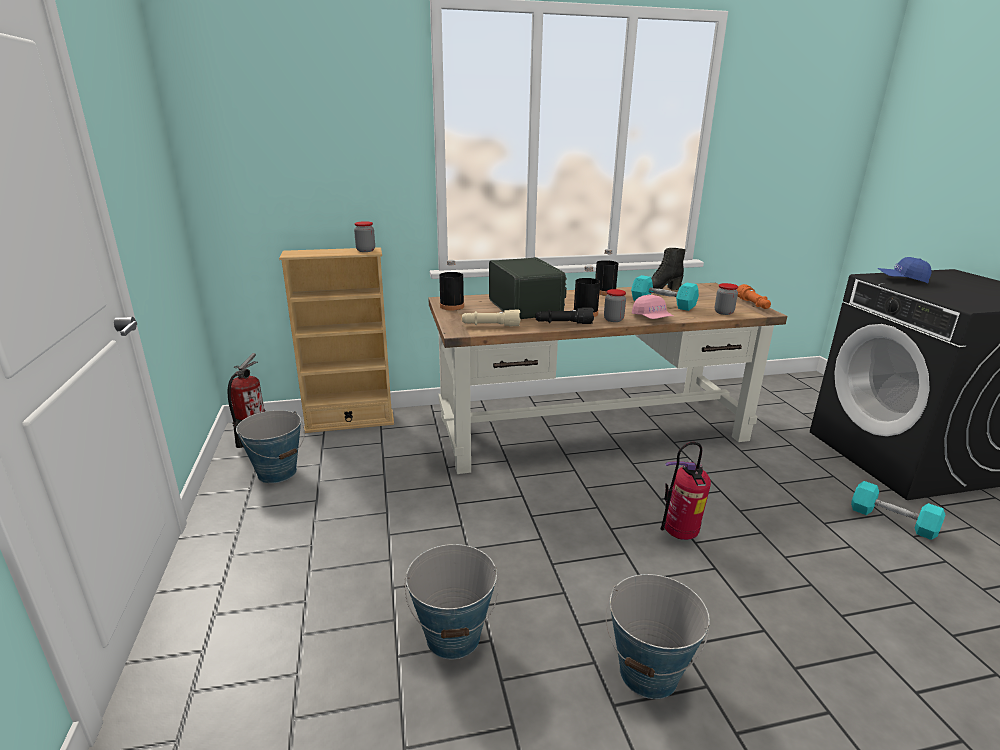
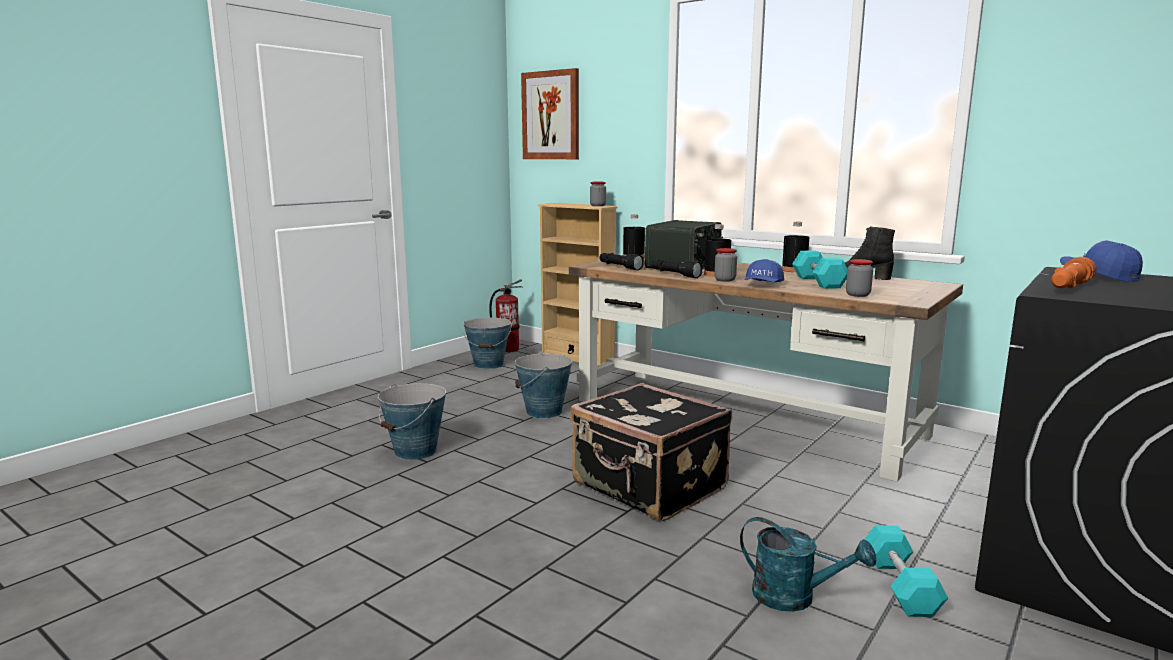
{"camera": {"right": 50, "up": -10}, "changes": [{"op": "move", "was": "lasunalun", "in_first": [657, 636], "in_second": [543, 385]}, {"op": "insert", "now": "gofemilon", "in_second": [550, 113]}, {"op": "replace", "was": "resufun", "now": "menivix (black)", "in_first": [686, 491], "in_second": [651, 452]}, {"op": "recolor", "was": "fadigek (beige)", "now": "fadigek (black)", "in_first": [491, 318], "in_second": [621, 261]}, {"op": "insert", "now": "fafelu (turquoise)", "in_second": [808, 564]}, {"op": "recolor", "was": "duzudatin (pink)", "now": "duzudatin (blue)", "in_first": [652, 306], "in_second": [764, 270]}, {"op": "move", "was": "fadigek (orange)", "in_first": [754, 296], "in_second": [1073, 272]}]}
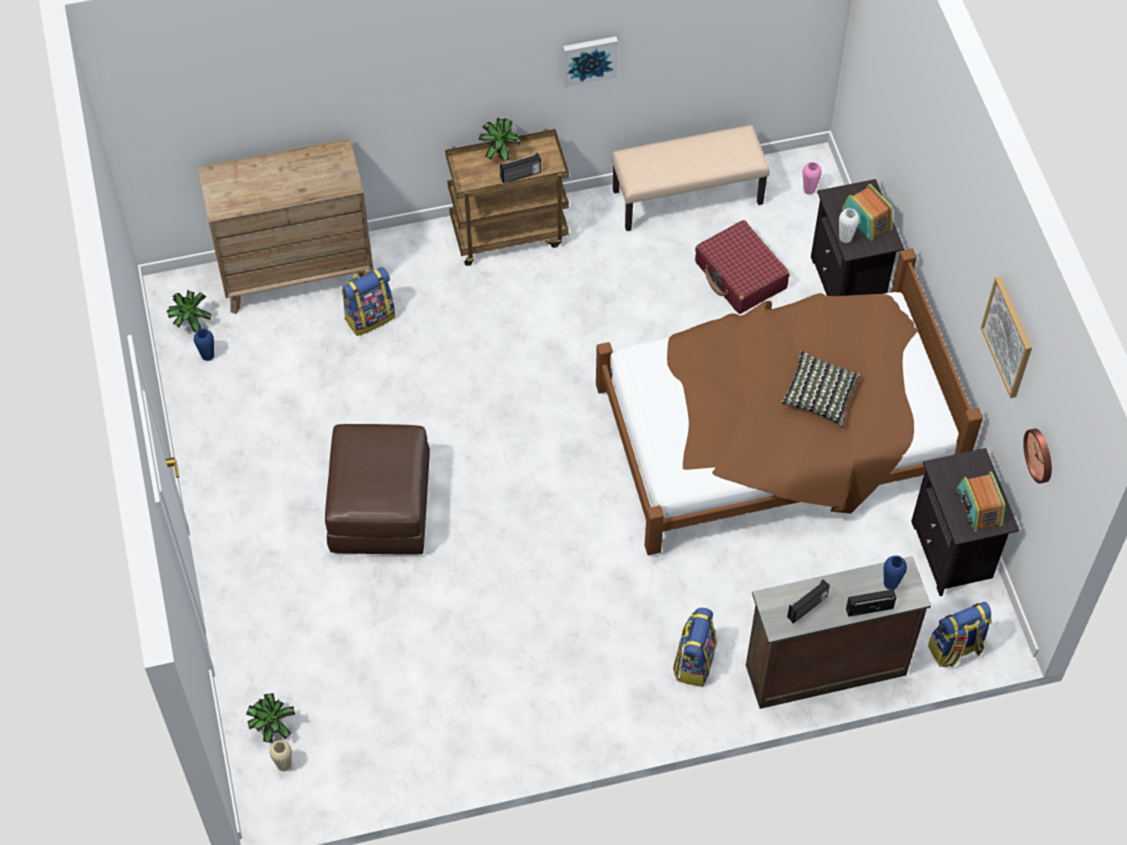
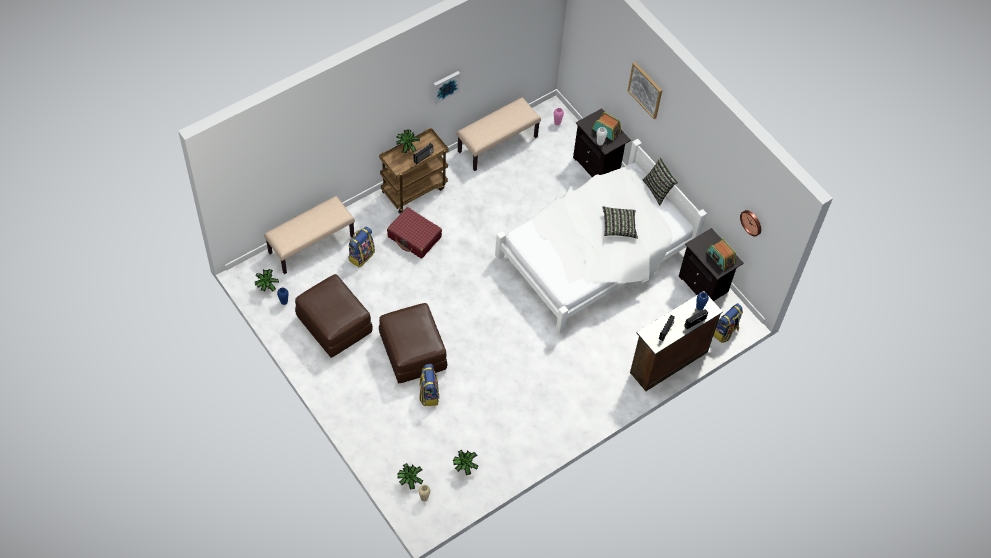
{"camera": {"right": -25, "up": 0}, "changes": [{"op": "replace", "was": "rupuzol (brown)", "now": "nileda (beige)", "in_first": [285, 226], "in_second": [309, 235]}, {"op": "insert", "now": "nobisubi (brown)", "in_second": [334, 316]}, {"op": "move", "was": "menivix (red)", "in_first": [742, 267], "in_second": [414, 233]}, {"op": "move", "was": "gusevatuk", "in_first": [695, 647], "in_second": [428, 385]}, {"op": "insert", "now": "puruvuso", "in_second": [465, 462]}, {"op": "recolor", "was": "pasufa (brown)", "now": "pasufa (white)", "in_first": [789, 401], "in_second": [601, 236]}, {"op": "move", "was": "gofemilon", "in_first": [1006, 337], "in_second": [645, 90]}, {"op": "insert", "now": "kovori", "in_second": [660, 182]}]}
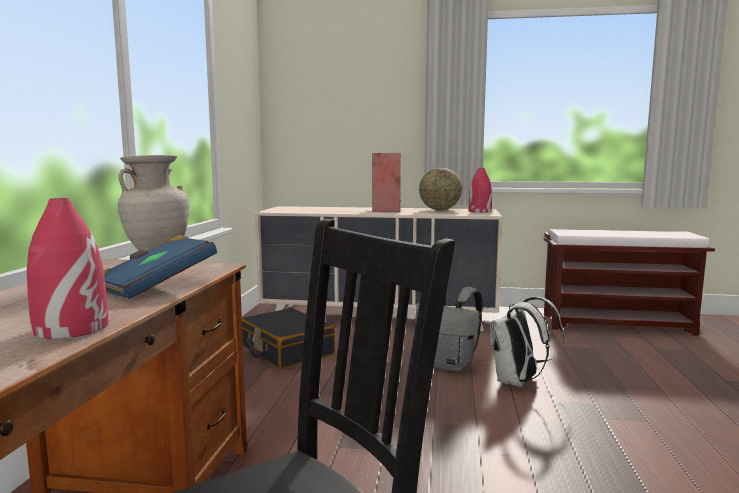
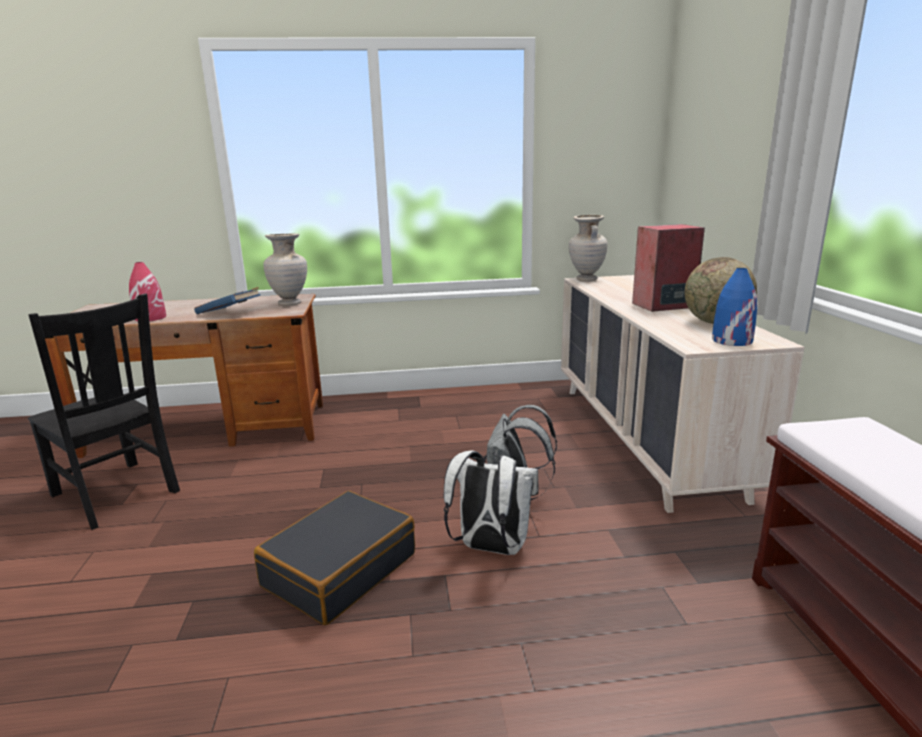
{"camera": {"right": 75, "up": 10}, "changes": [{"op": "move", "was": "menivix (black)", "in_first": [288, 338], "in_second": [334, 558]}, {"op": "insert", "now": "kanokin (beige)", "in_second": [588, 248]}, {"op": "recolor", "was": "kanokin (red)", "now": "kanokin (blue)", "in_first": [480, 190], "in_second": [734, 307]}]}
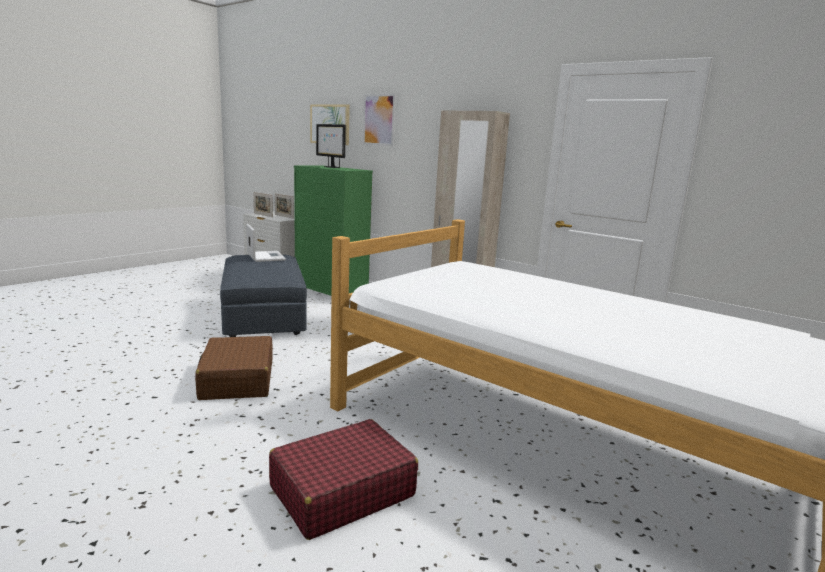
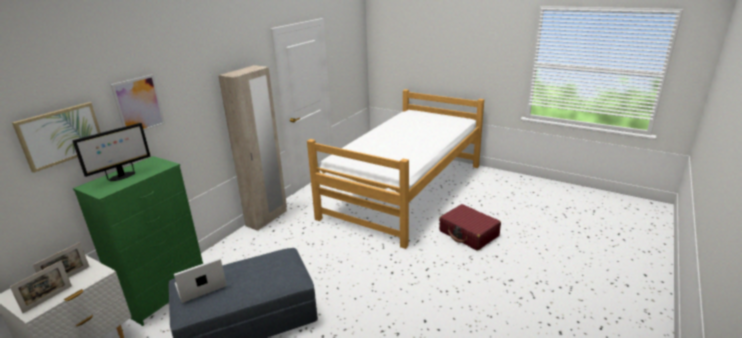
{"camera": {"right": -95, "up": 10}, "changes": [{"op": "delete", "was": "menivix (brown)", "in_first": [234, 368]}]}
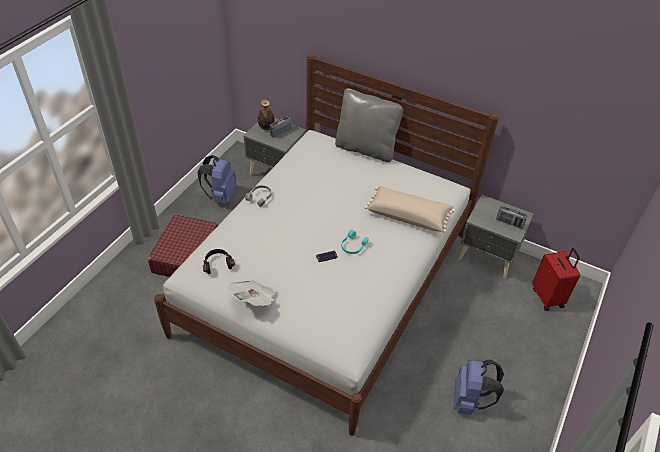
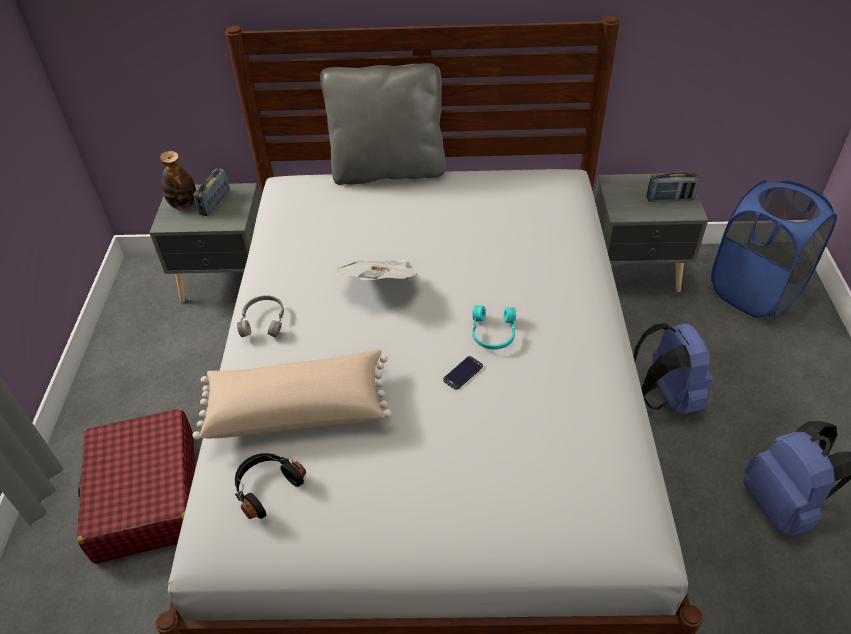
{"camera": {"right": -25, "up": 0}, "changes": [{"op": "move", "was": "kovori (beige)", "in_first": [409, 209], "in_second": [292, 394]}, {"op": "move", "was": "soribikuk", "in_first": [253, 293], "in_second": [377, 269]}, {"op": "move", "was": "gusevatuk (blue)", "in_first": [217, 179], "in_second": [673, 368]}, {"op": "replace", "was": "menivix (red)", "now": "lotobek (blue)", "in_first": [556, 279], "in_second": [774, 249]}]}
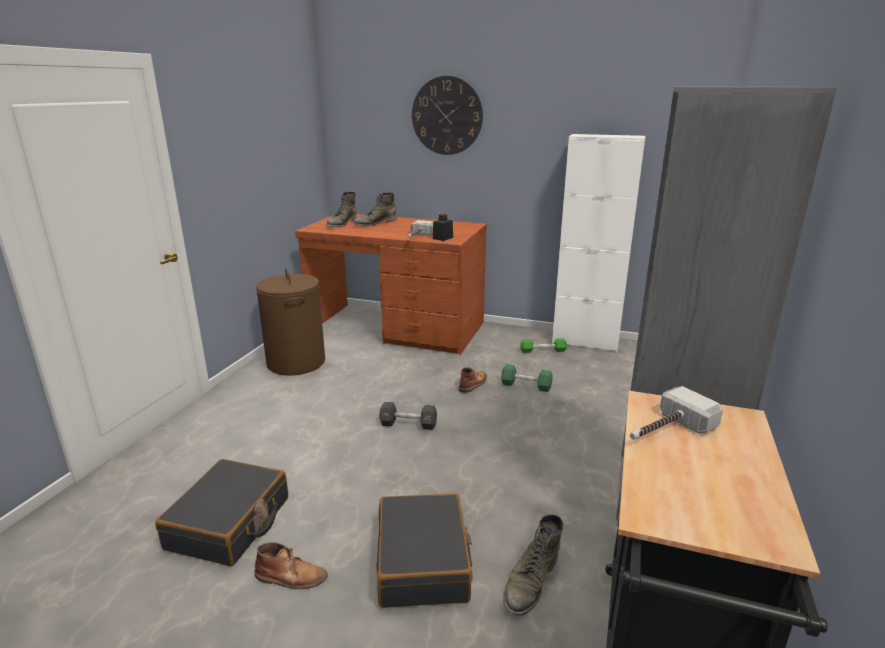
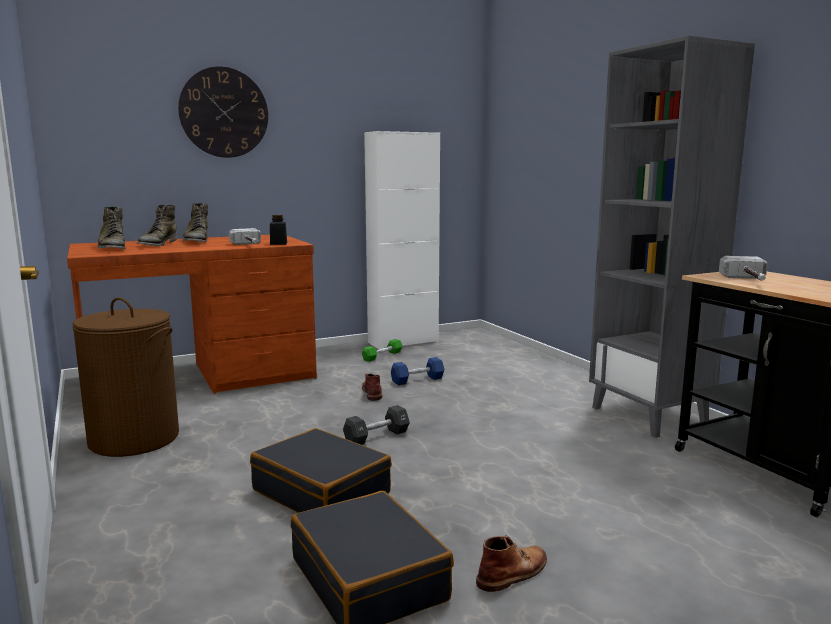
{"camera": {"right": -45, "up": -10}, "changes": [{"op": "move", "was": "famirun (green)", "in_first": [533, 565], "in_second": [195, 223]}, {"op": "move", "was": "menivix (black)", "in_first": [424, 550], "in_second": [321, 470]}, {"op": "recolor", "was": "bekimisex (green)", "now": "bekimisex (blue)", "in_first": [527, 378], "in_second": [417, 371]}]}
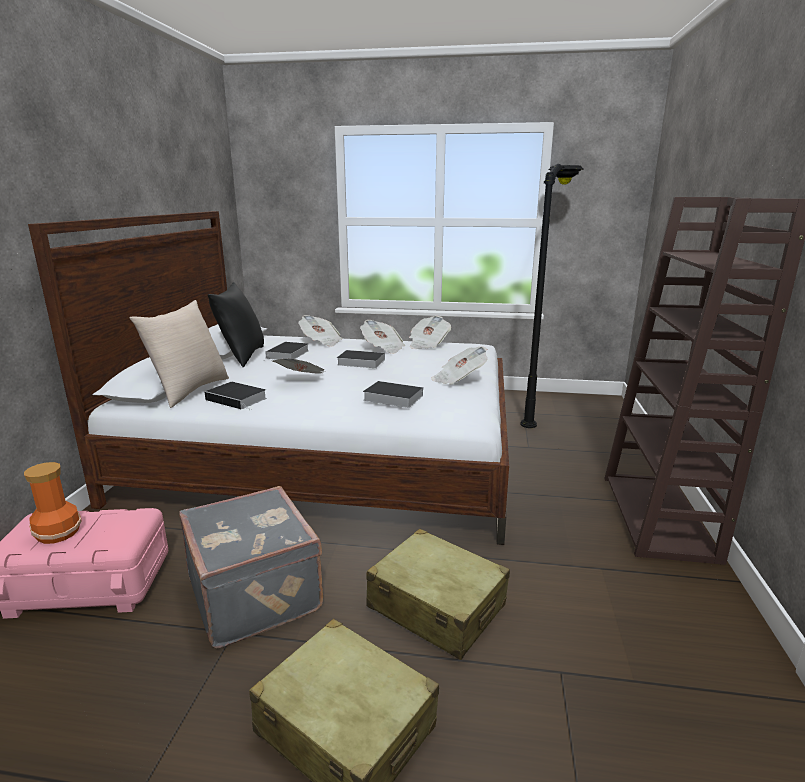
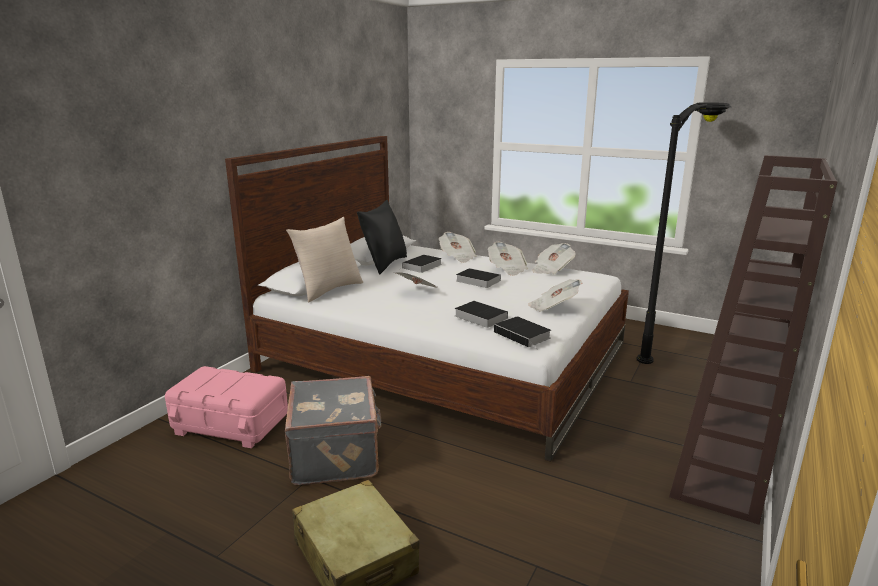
{"camera": {"right": 20, "up": 0}, "changes": [{"op": "move", "was": "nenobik", "in_first": [236, 396], "in_second": [522, 333]}, {"op": "delete", "was": "kanokin", "in_first": [53, 503]}, {"op": "delete", "was": "menivix (beige)", "in_first": [438, 594]}]}
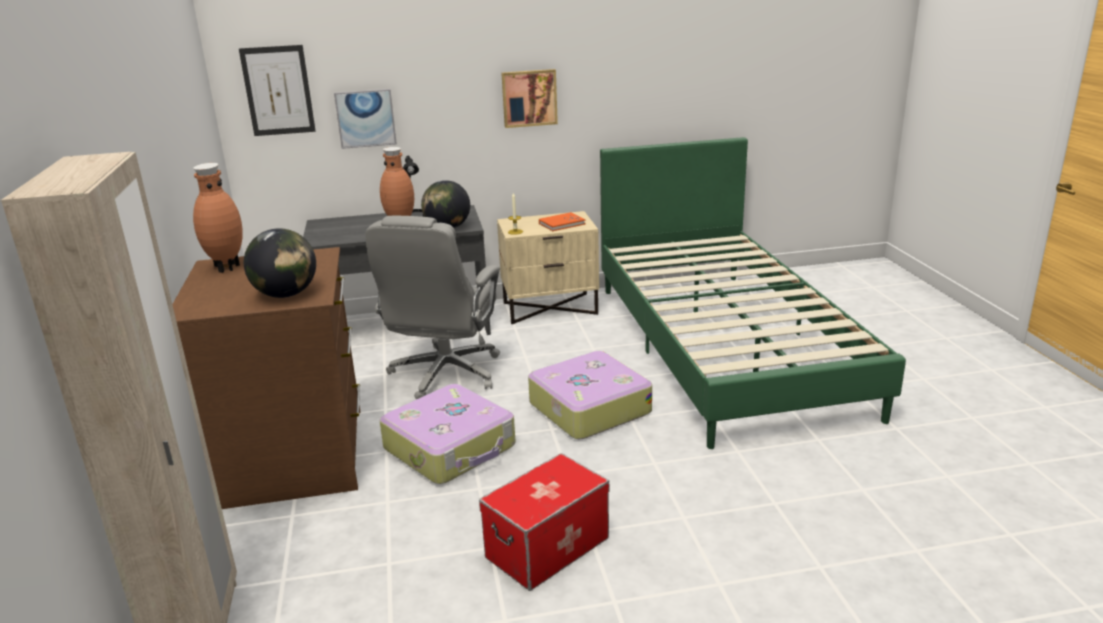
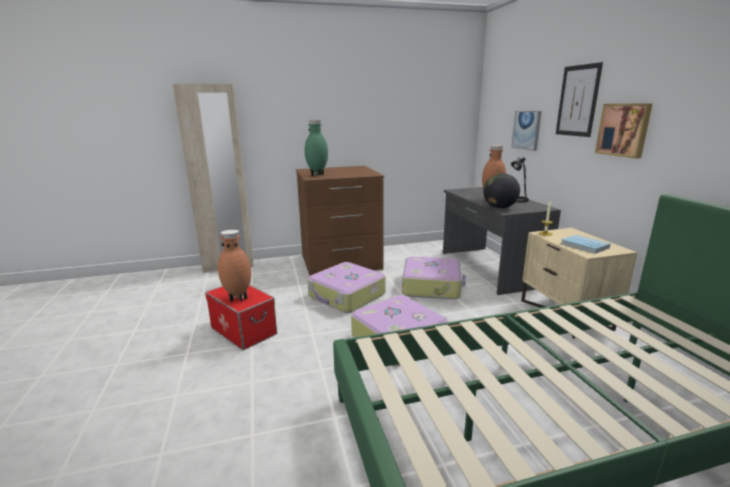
{"camera": {"right": 85, "up": -5}, "changes": [{"op": "move", "was": "kanokin (brown)", "in_first": [218, 218], "in_second": [234, 266]}, {"op": "replace", "was": "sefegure", "now": "kanokin (green)", "in_first": [280, 263], "in_second": [316, 148]}, {"op": "replace", "was": "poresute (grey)", "now": "menivix", "in_first": [432, 308], "in_second": [434, 277]}, {"op": "move", "was": "gofemilon", "in_first": [277, 90], "in_second": [579, 99]}, {"op": "recolor", "was": "nenobik (orange)", "now": "nenobik (blue)", "in_first": [562, 221], "in_second": [586, 244]}]}
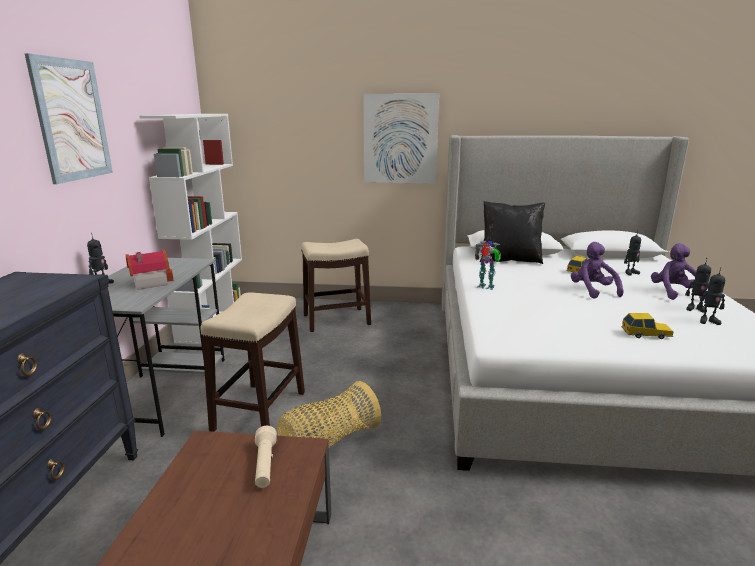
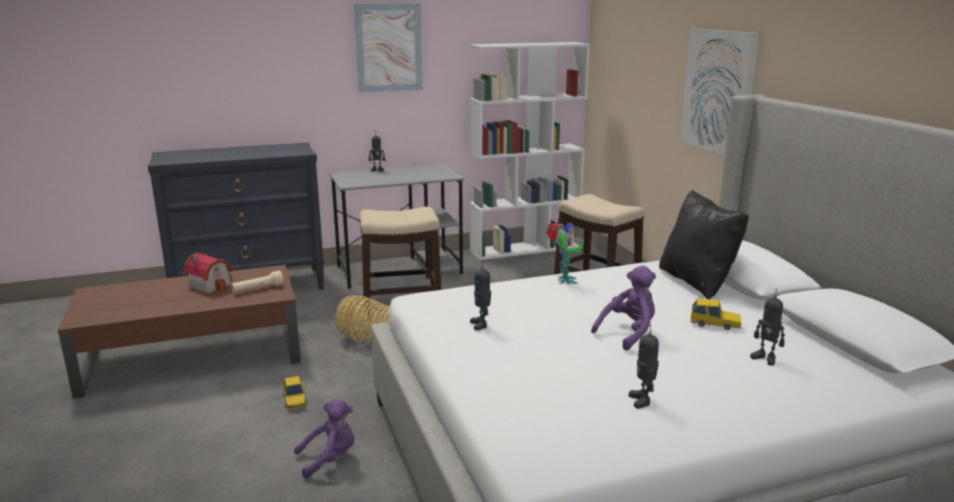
{"camera": {"right": 65, "up": 0}, "changes": [{"op": "move", "was": "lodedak", "in_first": [150, 270], "in_second": [208, 273]}, {"op": "move", "was": "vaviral", "in_first": [647, 326], "in_second": [295, 393]}, {"op": "move", "was": "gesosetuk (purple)", "in_first": [678, 272], "in_second": [324, 438]}, {"op": "move", "was": "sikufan", "in_first": [711, 296], "in_second": [480, 296]}]}
